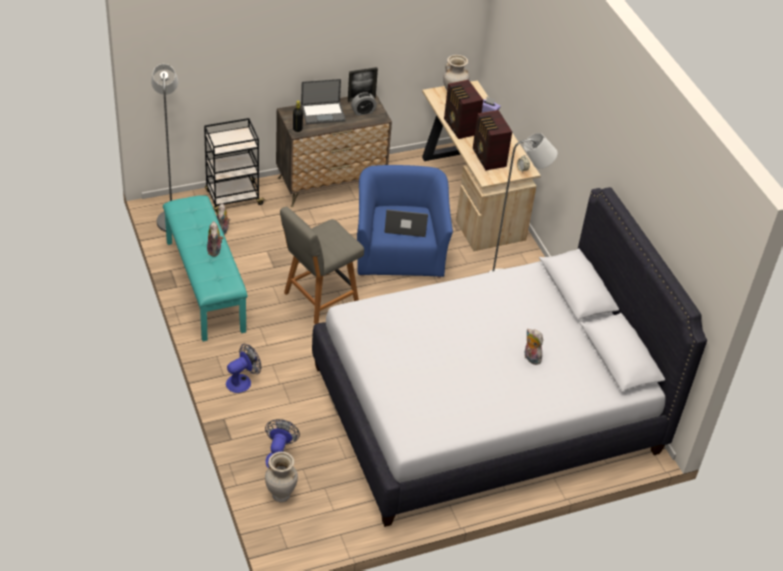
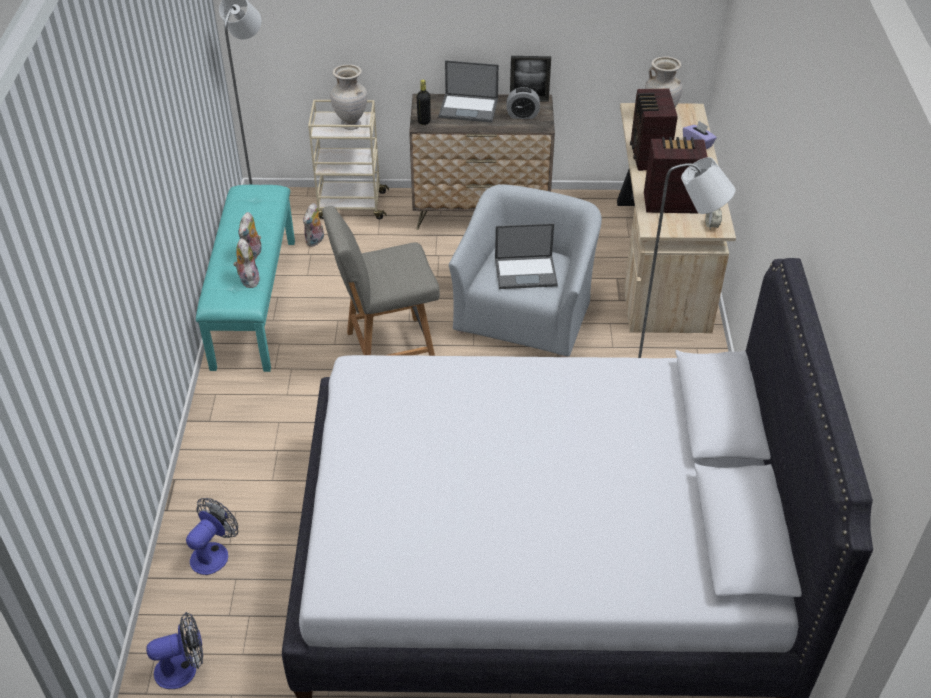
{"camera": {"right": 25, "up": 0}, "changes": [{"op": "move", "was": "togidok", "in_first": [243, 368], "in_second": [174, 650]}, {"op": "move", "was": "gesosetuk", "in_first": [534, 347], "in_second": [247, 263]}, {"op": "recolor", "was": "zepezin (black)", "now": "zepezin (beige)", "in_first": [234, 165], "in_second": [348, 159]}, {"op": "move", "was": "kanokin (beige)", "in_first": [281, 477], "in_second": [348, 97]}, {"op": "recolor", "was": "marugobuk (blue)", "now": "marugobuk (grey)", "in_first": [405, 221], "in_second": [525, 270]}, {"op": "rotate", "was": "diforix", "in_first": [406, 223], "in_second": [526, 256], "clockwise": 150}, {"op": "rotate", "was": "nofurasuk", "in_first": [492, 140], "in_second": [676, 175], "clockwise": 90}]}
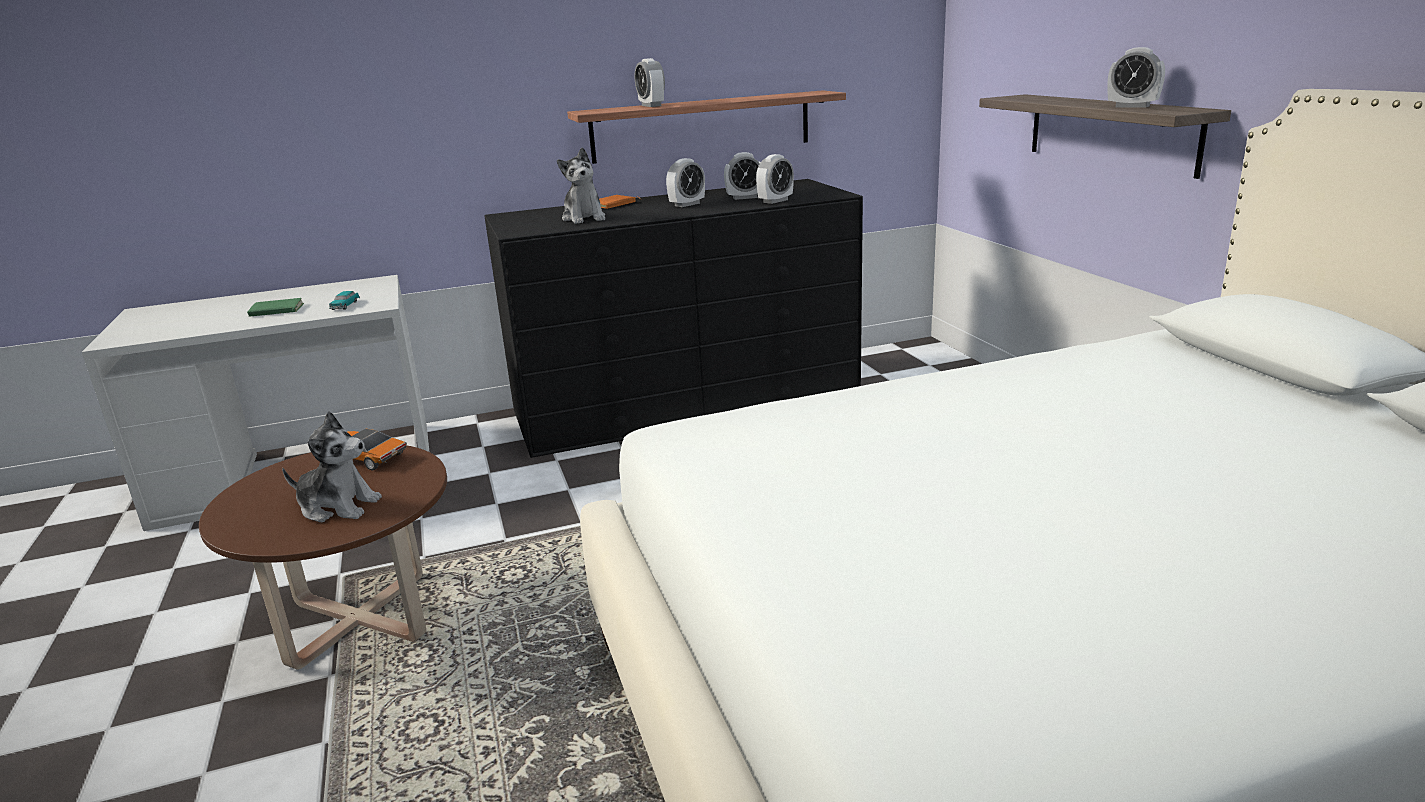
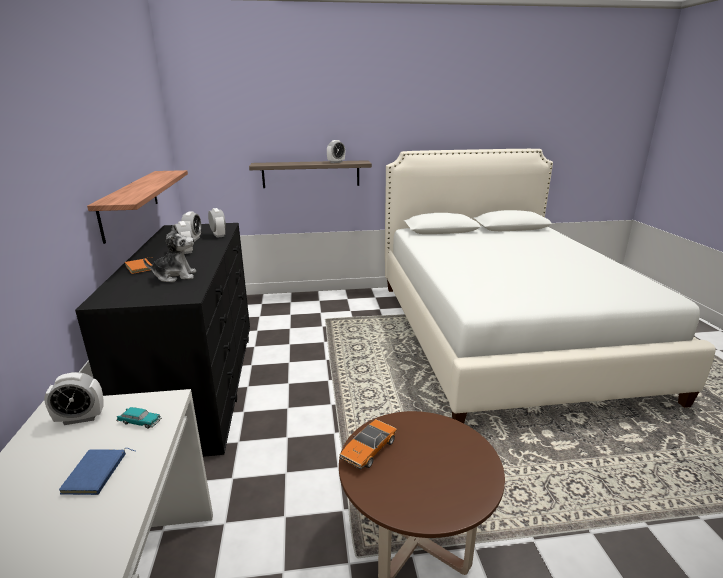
{"camera": {"right": -80, "up": 0}, "changes": [{"op": "move", "was": "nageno", "in_first": [649, 82], "in_second": [74, 398]}, {"op": "recolor", "was": "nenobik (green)", "now": "nenobik (blue)", "in_first": [275, 307], "in_second": [97, 471]}, {"op": "delete", "was": "gesosetuk", "in_first": [332, 466]}]}
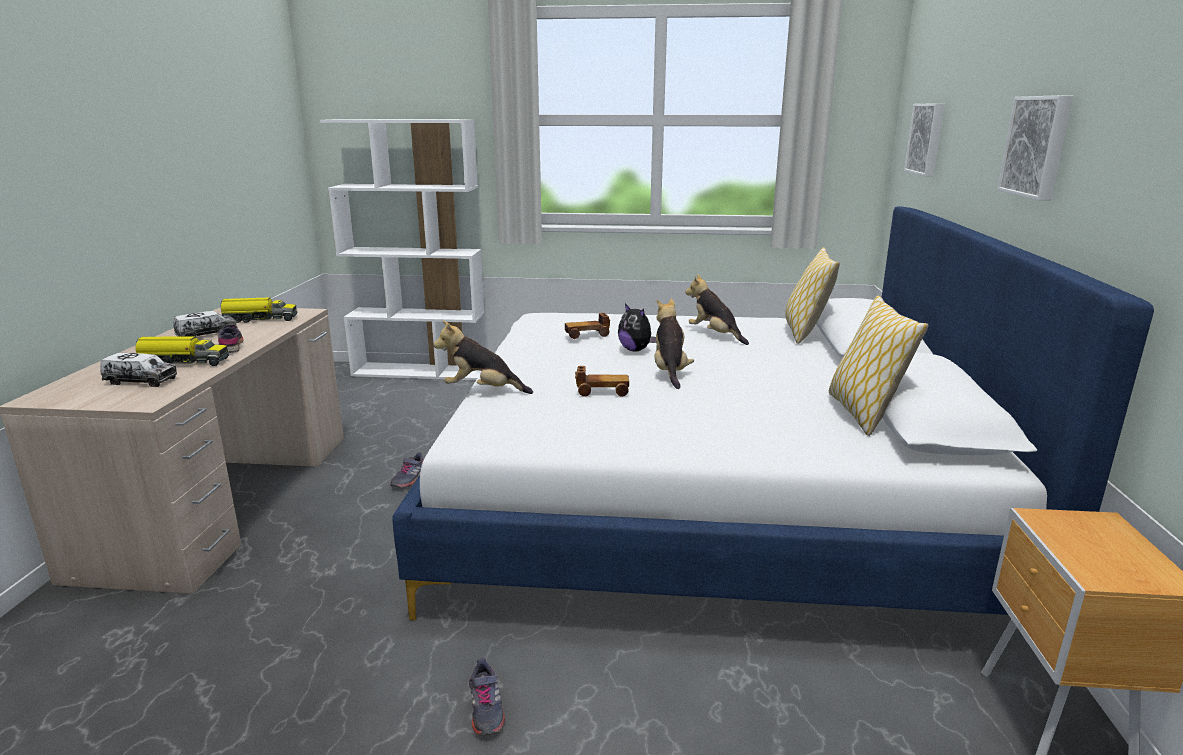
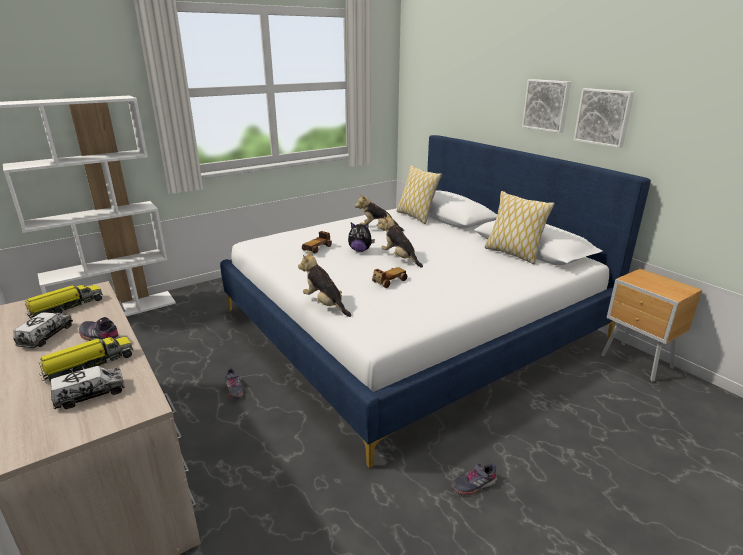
{"camera": {"right": -40, "up": 5}, "changes": [{"op": "rotate", "was": "gesosetuk", "in_first": [483, 357], "in_second": [324, 284], "clockwise": 75}, {"op": "rotate", "was": "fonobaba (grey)", "in_first": [487, 697], "in_second": [474, 479], "clockwise": 120}, {"op": "move", "was": "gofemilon", "in_first": [924, 140], "in_second": [604, 118]}]}
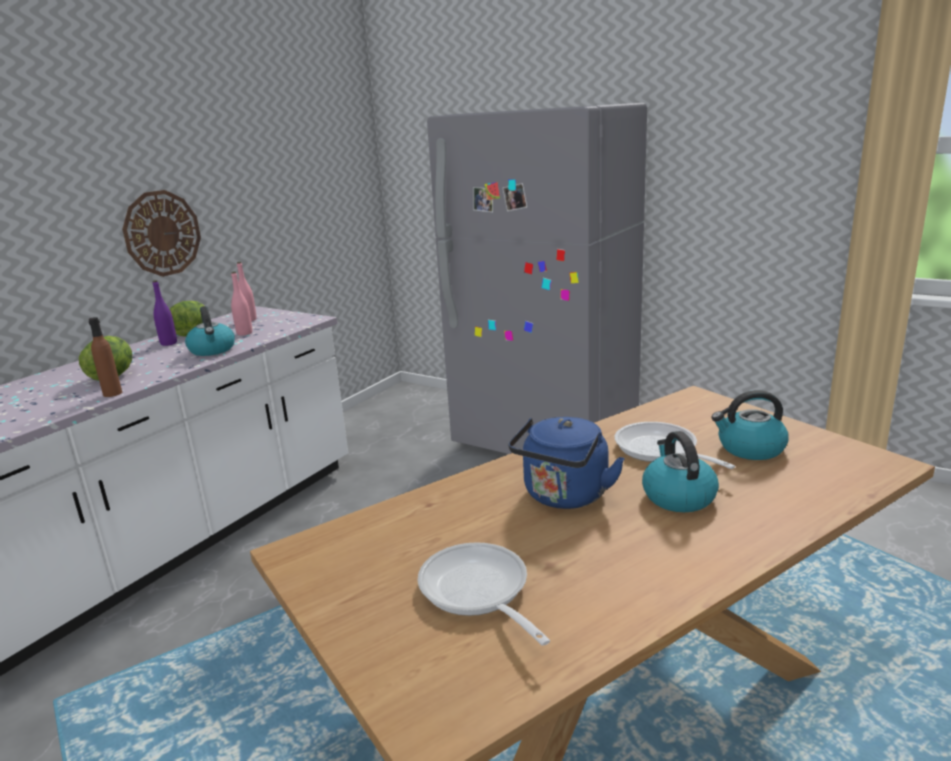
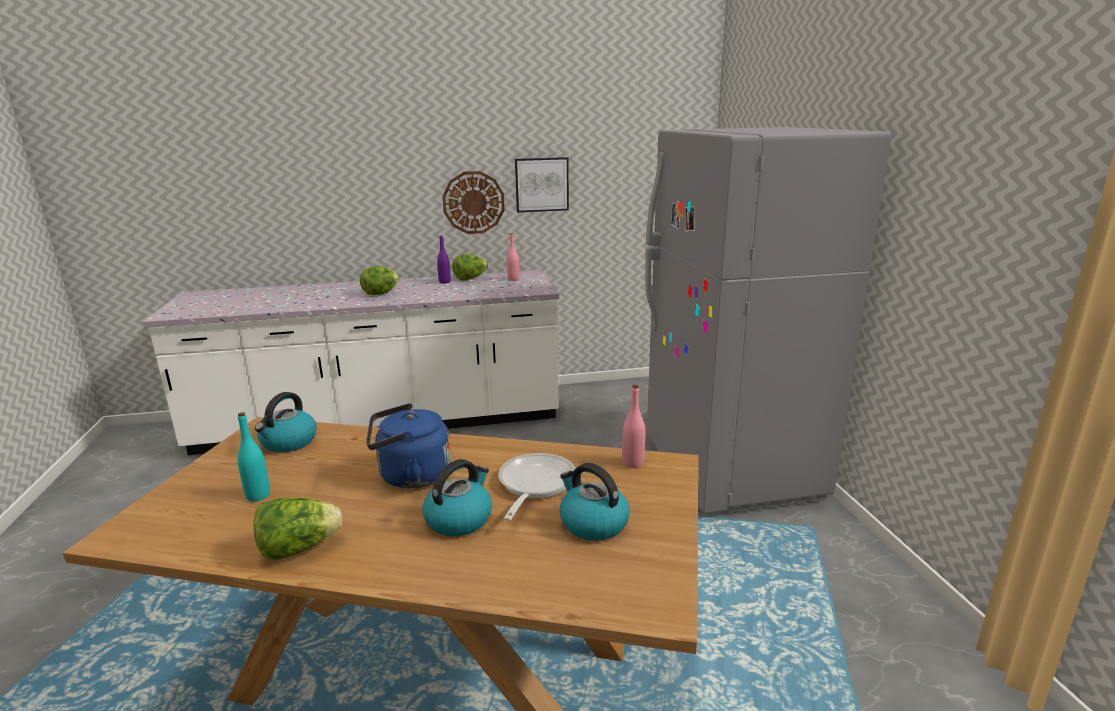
{"camera": {"right": 45, "up": 0}, "changes": [{"op": "replace", "was": "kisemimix", "now": "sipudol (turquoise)", "in_first": [484, 594], "in_second": [254, 457]}, {"op": "insert", "now": "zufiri", "in_second": [297, 529]}, {"op": "move", "was": "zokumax", "in_first": [210, 331], "in_second": [286, 422]}, {"op": "insert", "now": "gofemilon", "in_second": [542, 185]}, {"op": "move", "was": "sipudol (pink)", "in_first": [241, 304], "in_second": [633, 426]}, {"op": "delete", "was": "sipudol (brown)", "in_first": [105, 357]}]}
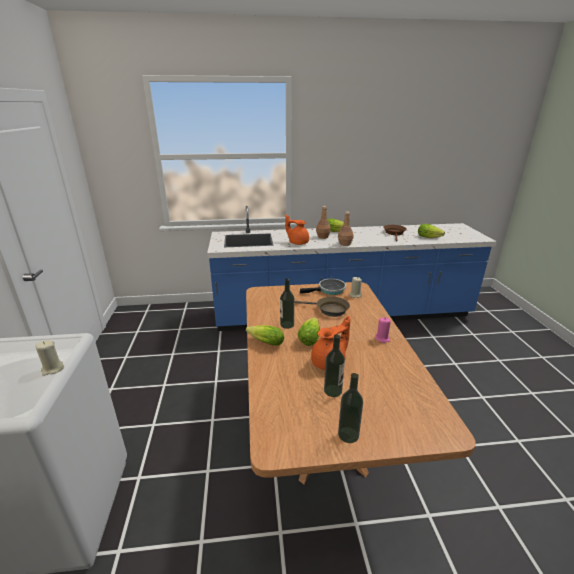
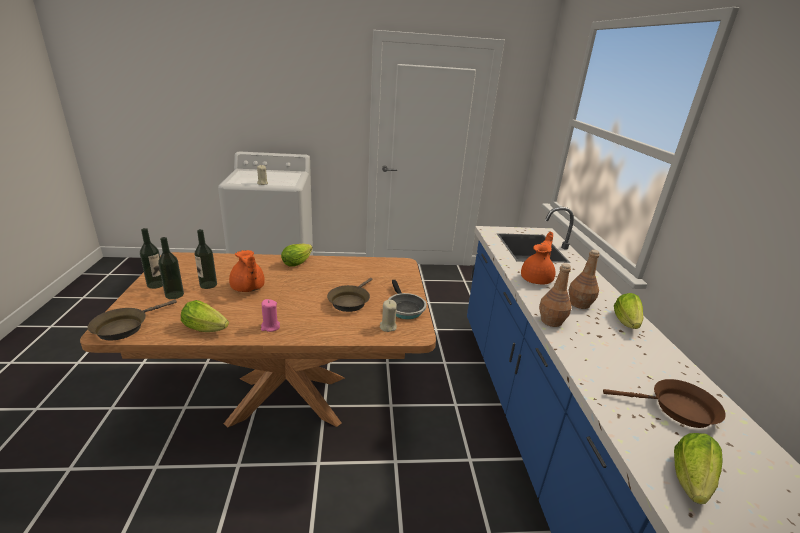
{"camera": {"right": 90, "up": 0}, "changes": [{"op": "insert", "now": "kisemimix (brown)", "in_second": [132, 320]}, {"op": "move", "was": "sipudol", "in_first": [287, 303], "in_second": [171, 268]}, {"op": "move", "was": "zufiri", "in_first": [309, 331], "in_second": [205, 316]}]}
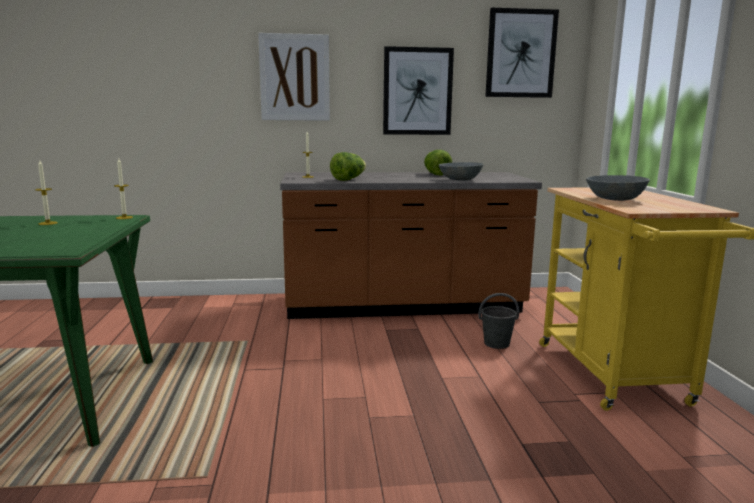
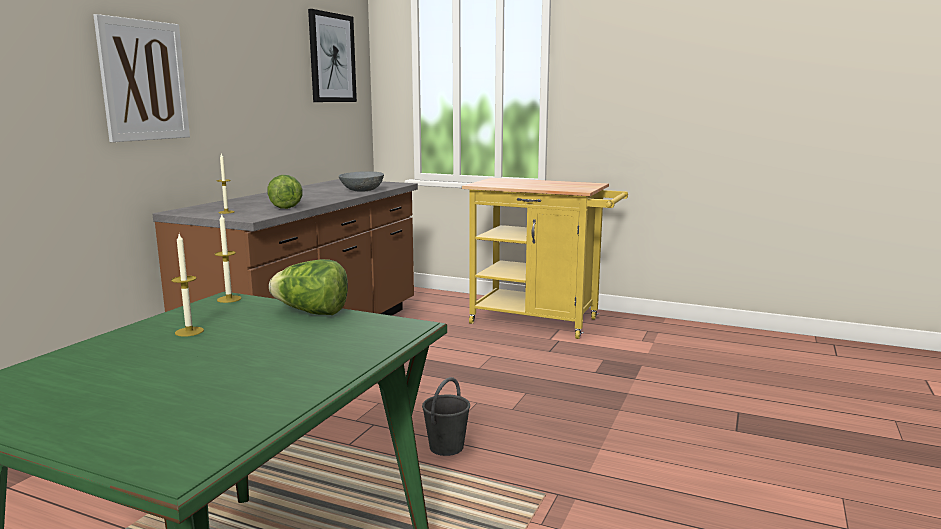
{"camera": {"right": -60, "up": 0}, "changes": [{"op": "move", "was": "zufiri", "in_first": [438, 163], "in_second": [308, 287]}, {"op": "move", "was": "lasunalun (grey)", "in_first": [498, 321], "in_second": [446, 416]}, {"op": "delete", "was": "gofemilon", "in_first": [418, 90]}, {"op": "delete", "was": "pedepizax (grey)", "in_first": [618, 188]}]}
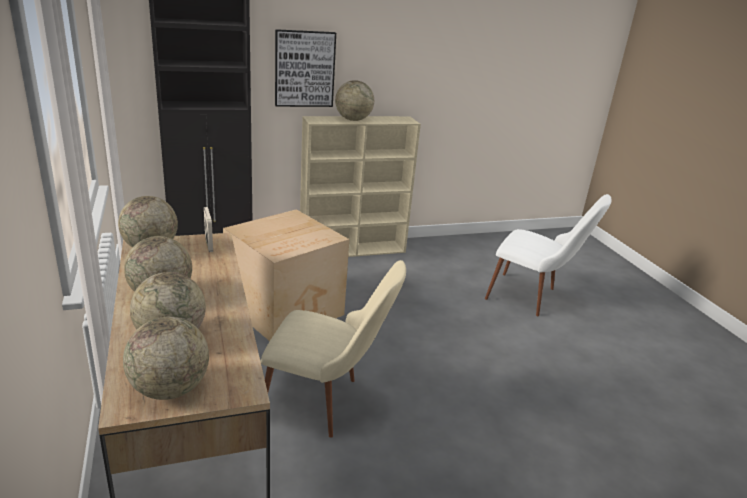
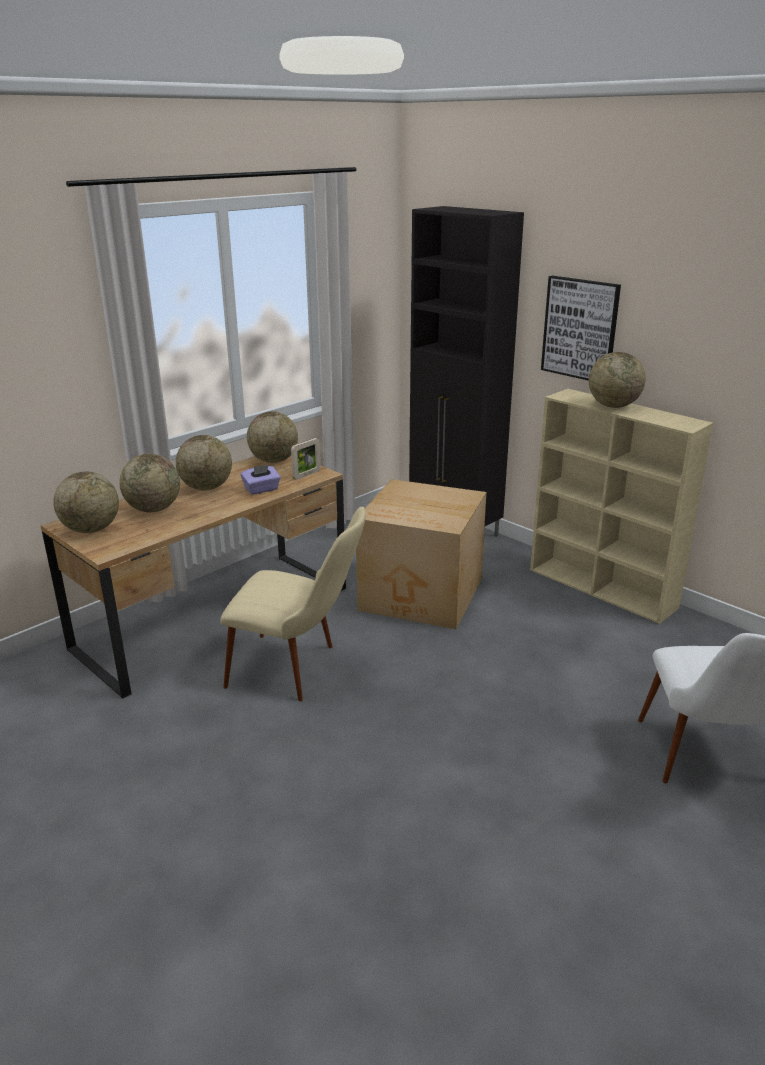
{"camera": {"right": 65, "up": 0}, "changes": [{"op": "rotate", "was": "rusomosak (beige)", "in_first": [333, 349], "in_second": [293, 604], "clockwise": -60}, {"op": "insert", "now": "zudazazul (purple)", "in_second": [261, 480]}]}
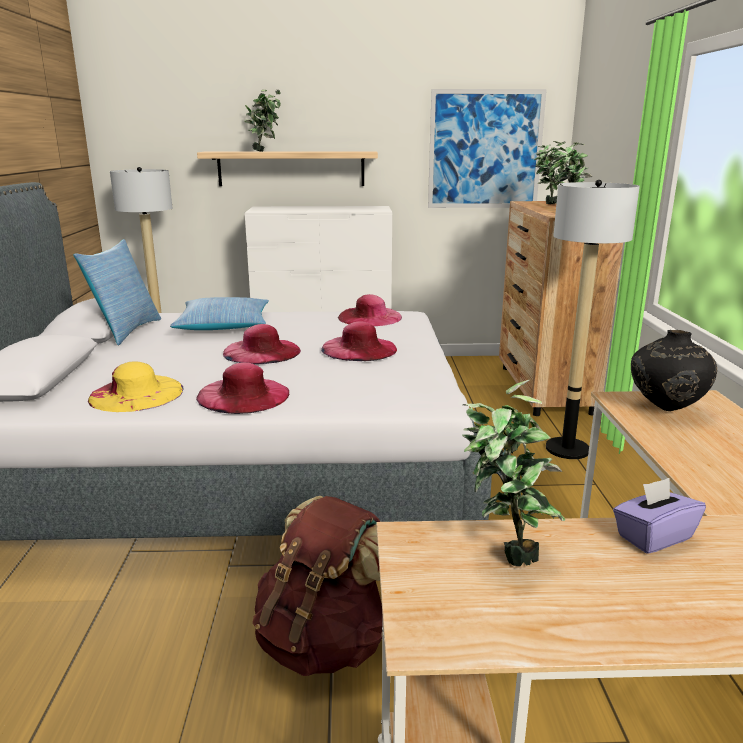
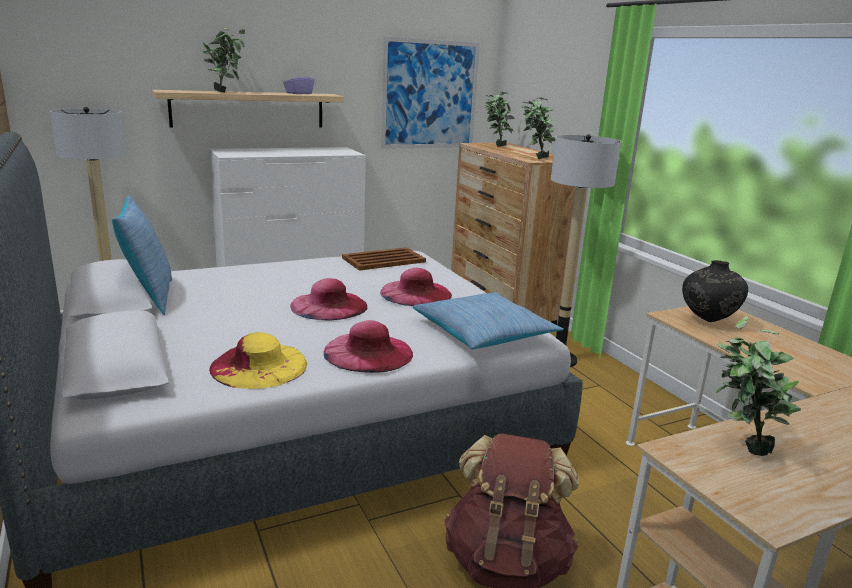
{"camera": {"right": -25, "up": 0}, "changes": [{"op": "move", "was": "zudazazul (purple)", "in_first": [659, 516], "in_second": [298, 82]}, {"op": "replace", "was": "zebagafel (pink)", "now": "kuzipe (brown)", "in_first": [370, 310], "in_second": [384, 259]}, {"op": "move", "was": "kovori", "in_first": [219, 313], "in_second": [488, 321]}]}
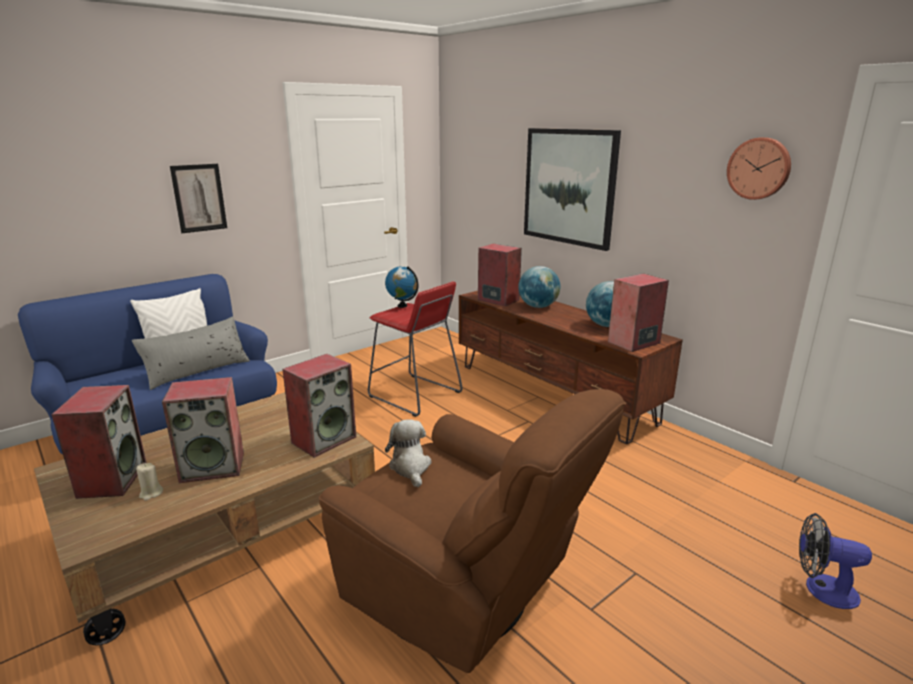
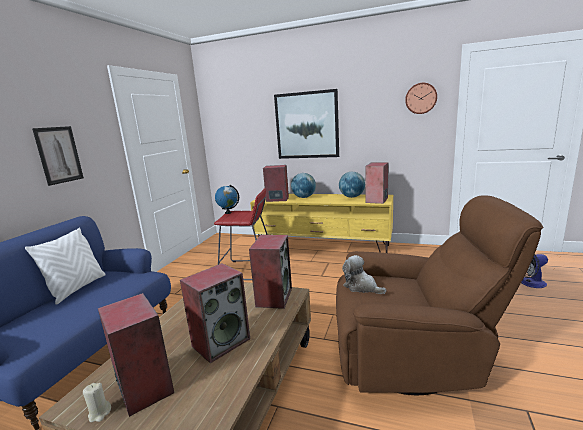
{"camera": {"right": -30, "up": -5}, "changes": [{"op": "move", "was": "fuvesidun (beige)", "in_first": [149, 482], "in_second": [97, 402]}, {"op": "recolor", "was": "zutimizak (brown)", "now": "zutimizak (yellow)", "in_first": [571, 367], "in_second": [321, 223]}, {"op": "delete", "was": "kovori (grey)", "in_first": [191, 353]}]}
